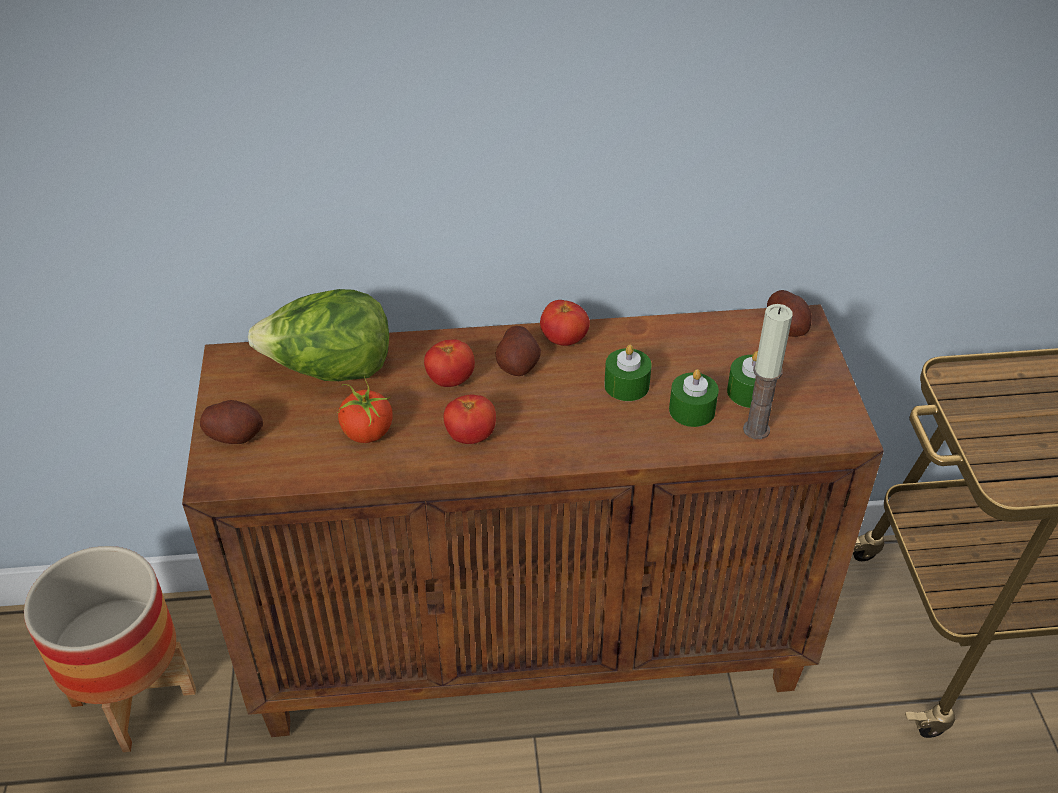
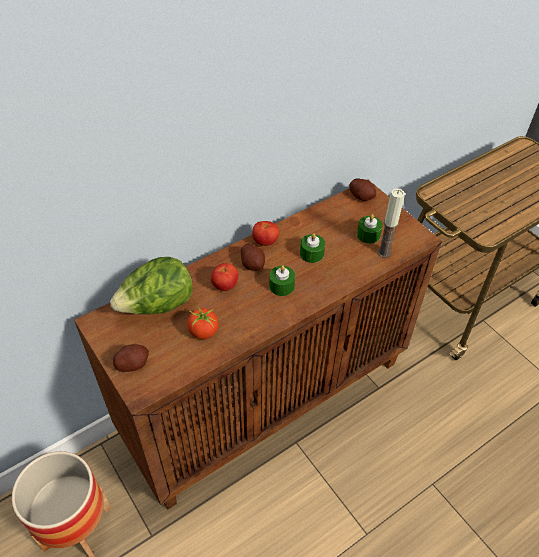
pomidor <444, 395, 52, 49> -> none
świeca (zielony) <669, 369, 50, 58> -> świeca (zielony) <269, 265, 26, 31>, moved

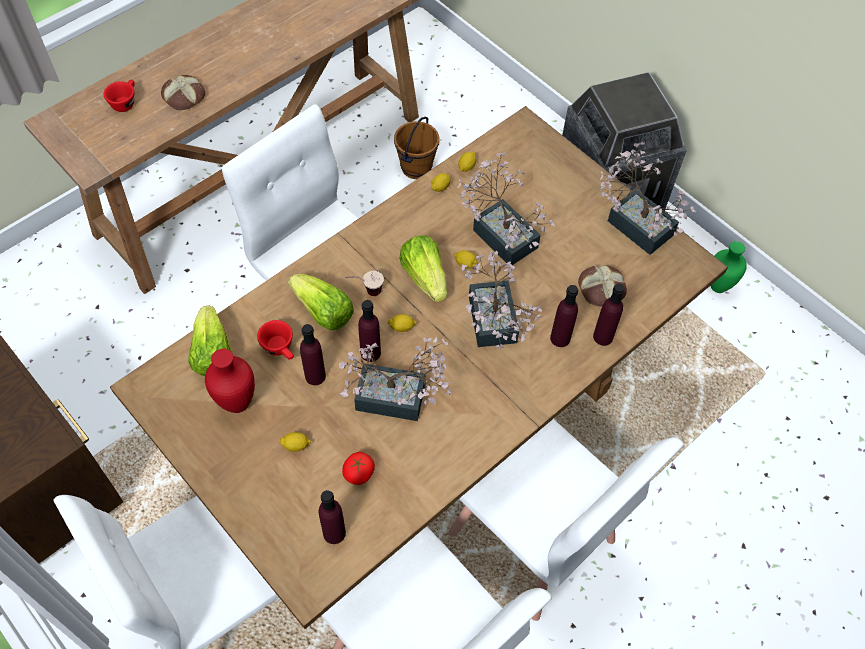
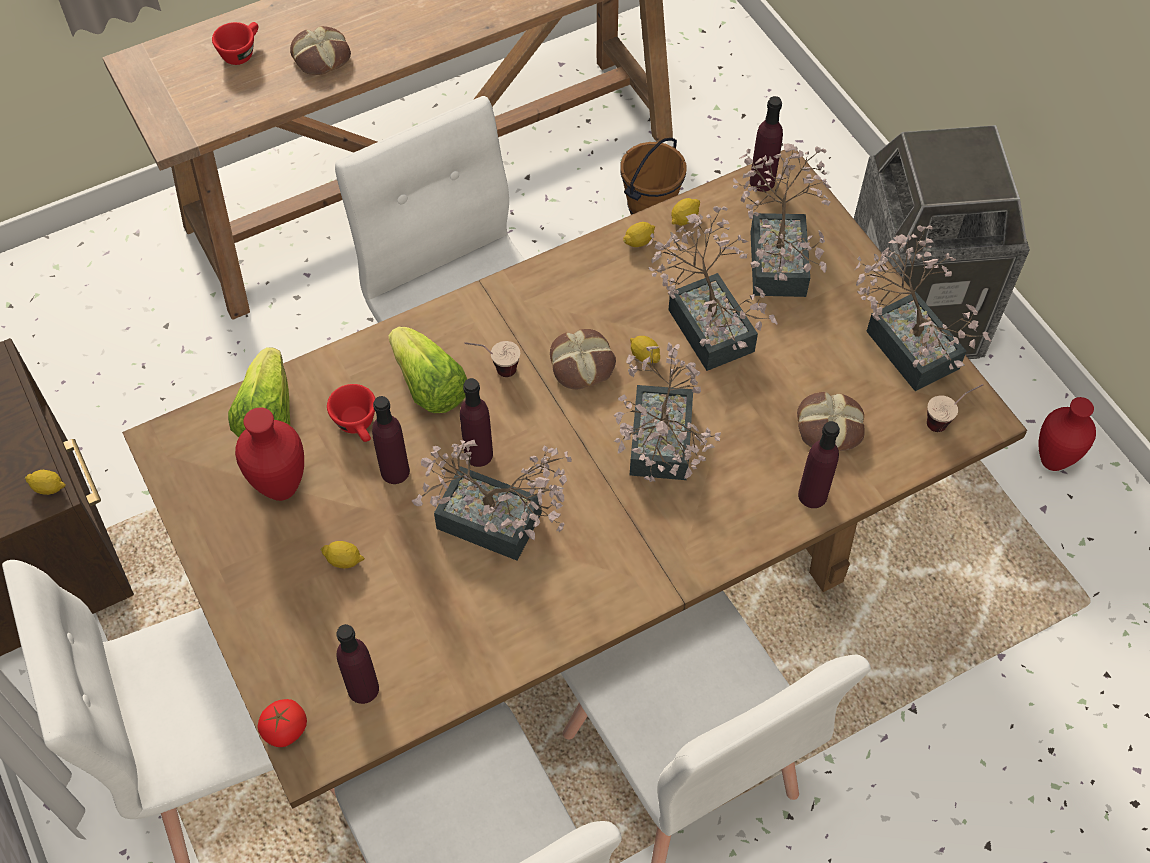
pomidor <342, 452, 33, 33> -> pomidor <257, 699, 50, 48>, moved
cytryna <387, 314, 30, 18> -> cytryna <25, 470, 41, 25>, moved
sałata <400, 235, 47, 67> -> chleb <550, 329, 66, 61>
butelka (fioletowy) <550, 285, 28, 62> -> butelka (fioletowy) <750, 96, 33, 96>, moved
wazon (zielony) <710, 241, 37, 52> -> wazon (czerwony) <1038, 397, 58, 74>
none -> roślina doniczkowa <733, 144, 98, 153>
none -> filiżanka <927, 384, 56, 48>

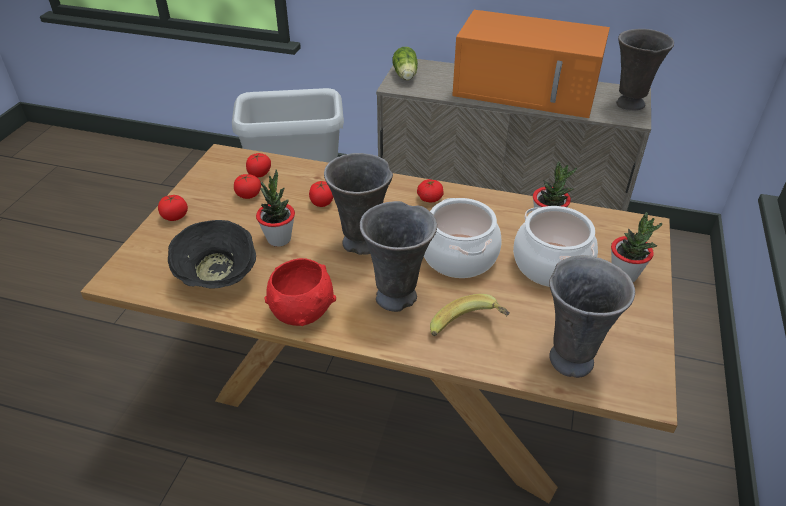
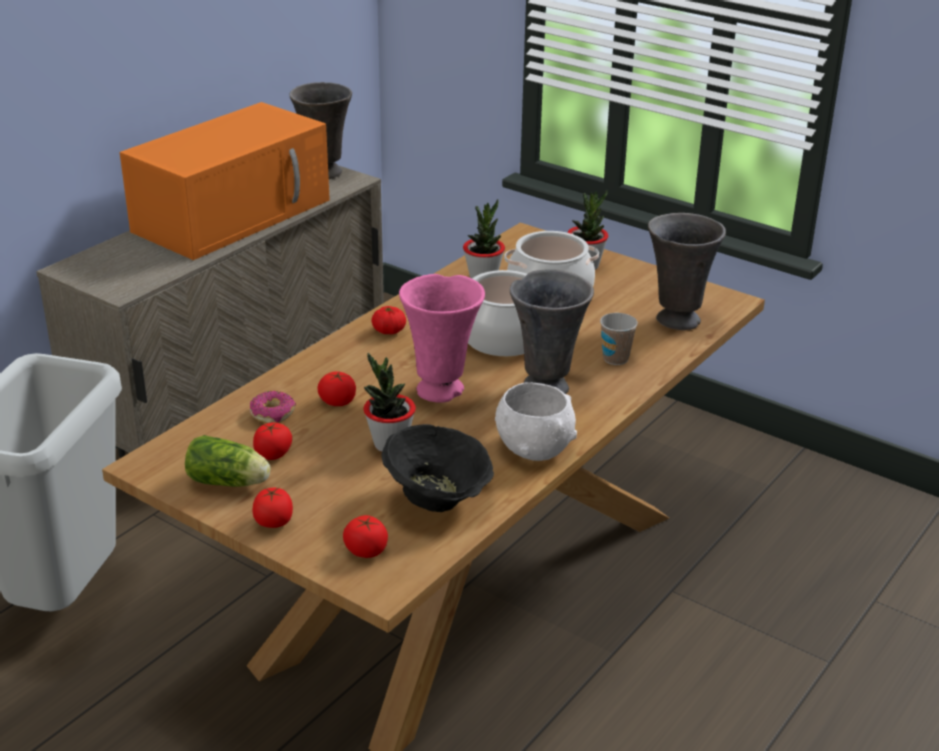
pomidor <246, 153, 25, 24> -> pomidor <343, 515, 45, 43>, moved
miska (czerwony) <265, 258, 71, 68> -> miska (biały) <495, 382, 82, 79>
wazon (szary) <324, 153, 69, 102> -> wazon (różowy) <399, 274, 86, 128>
sałata <392, 47, 26, 33> -> sałata <185, 435, 85, 52>, moved
banan <430, 294, 80, 42> -> filiżanka <600, 313, 38, 52>
none -> donut <250, 391, 46, 32>

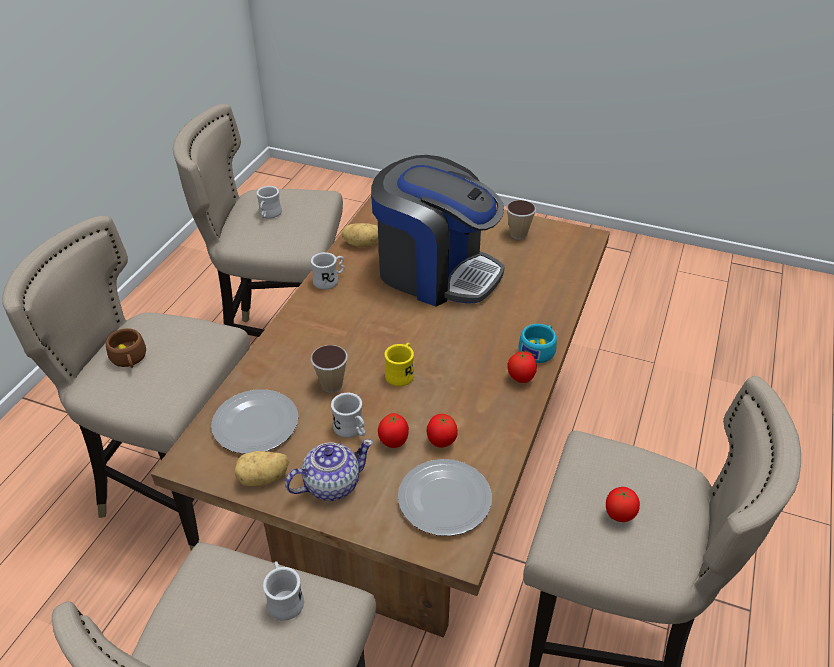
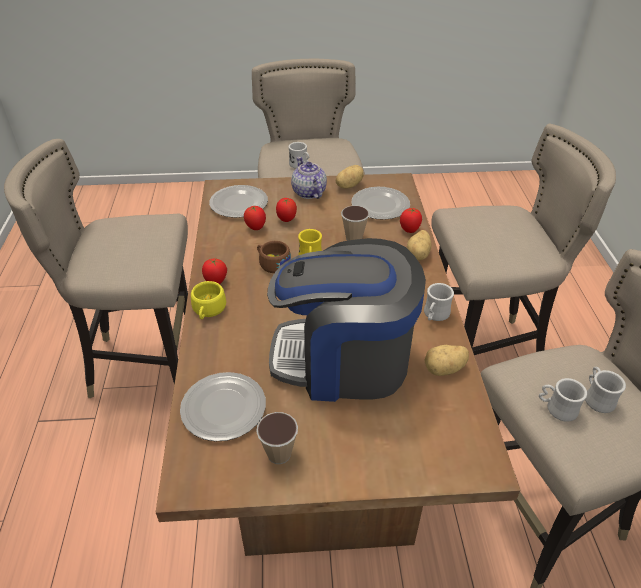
filiżanka (brązowy) <106, 328, 40, 40> -> filiżanka (brązowy) <257, 241, 34, 32>, moved
imbryk <285, 439, 88, 62> -> imbryk <291, 157, 36, 42>, 120 degrees clockwise
kubek (biały) <331, 393, 35, 45> -> kubek (biały) <539, 378, 48, 44>, moved
filiżanka (turkusowy) <518, 324, 39, 39> -> filiżanka (żółty) <191, 281, 35, 38>
pomidor <606, 487, 34, 35> -> pomidor <400, 208, 22, 25>, moved
none -> talerz <180, 372, 86, 70>
none -> ziemniak <407, 230, 24, 31>

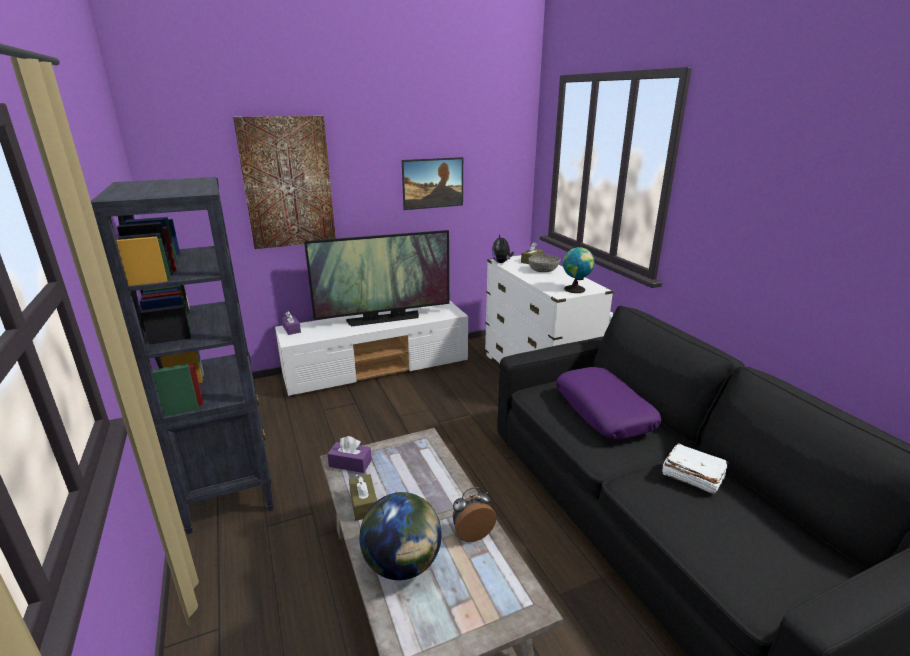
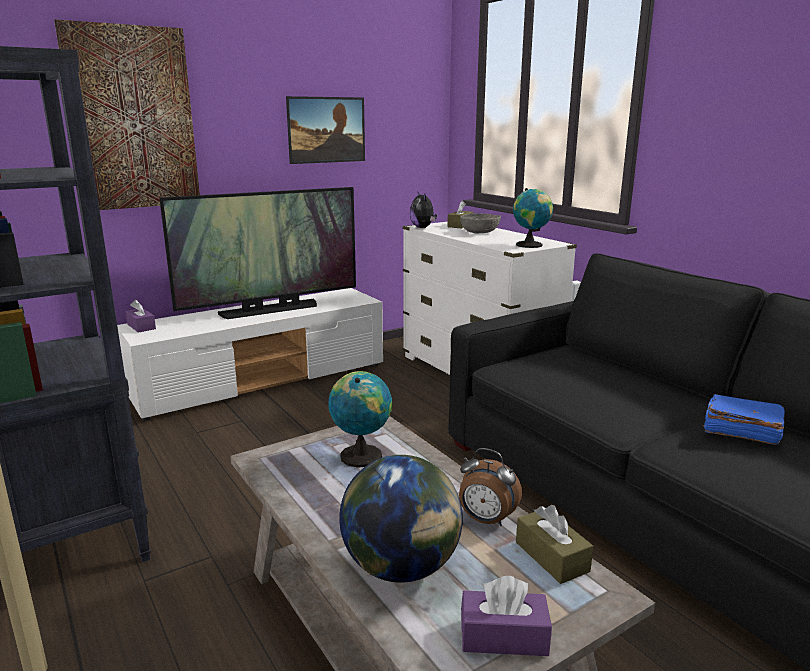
pudełko chusteczek (fioletowy) <327, 436, 45, 37> -> pudełko chusteczek (fioletowy) <461, 576, 91, 80>, moved
pudełko chusteczek (brązowy) <349, 474, 28, 47> -> pudełko chusteczek (brązowy) <516, 505, 77, 79>, moved
budzik <453, 487, 43, 55> -> budzik <459, 448, 63, 78>, 120 degrees counterclockwise
poduszka (fioletowy) <556, 367, 105, 73> -> none
książka (biały) <662, 444, 67, 50> -> książka (niebieski) <703, 394, 82, 51>
none -> globus <329, 371, 63, 97>

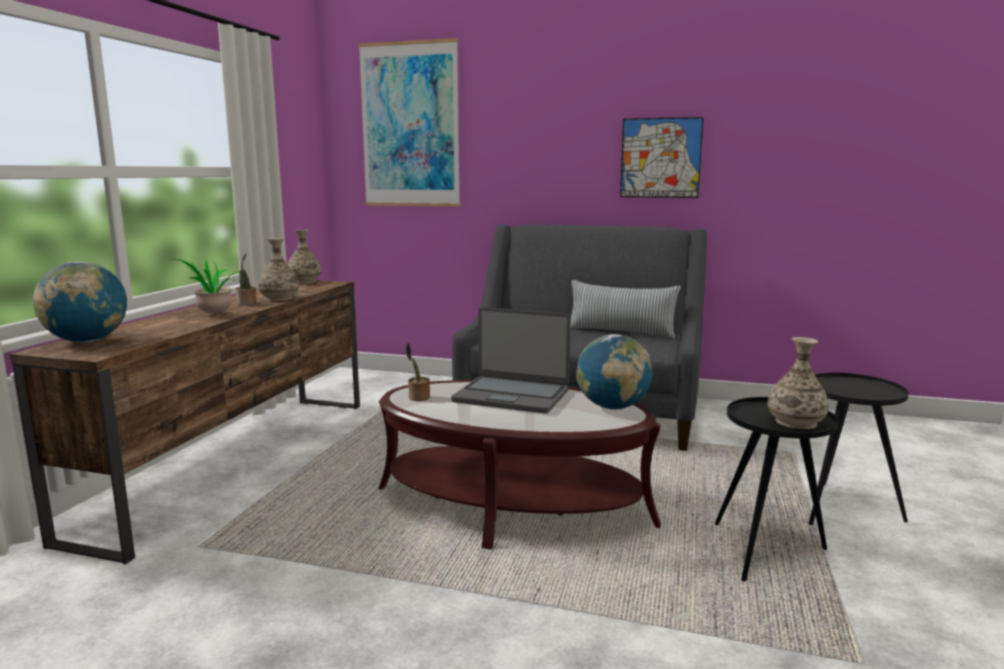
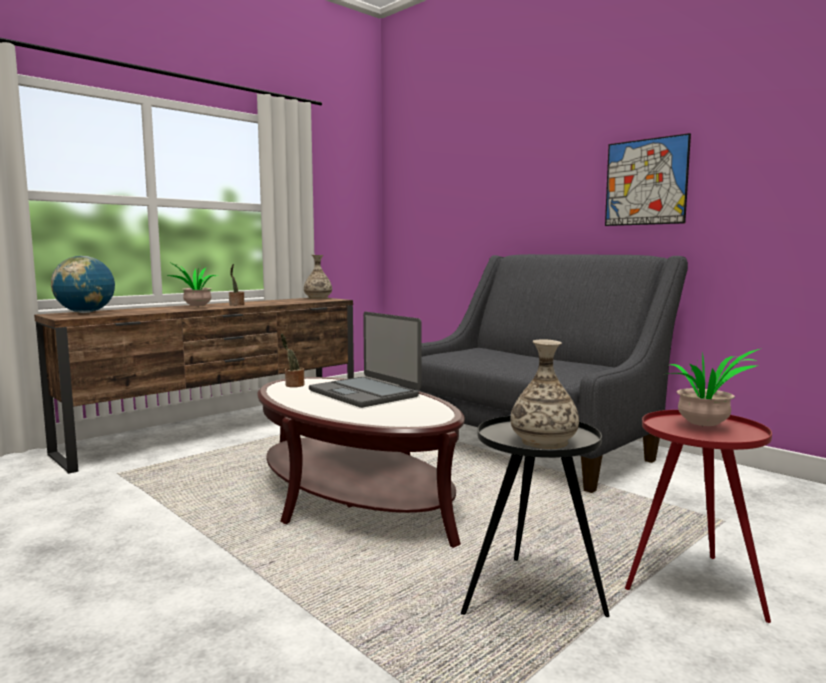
wazon <258, 238, 41, 63> -> none
obraz <358, 38, 102, 169> -> none
poduszka <571, 280, 110, 59> -> none
globus <576, 334, 76, 76> -> none
stolik (czarny) <809, 373, 100, 152> -> stolik (czerwony) <625, 410, 147, 213>
none -> roślina doniczkowa <667, 349, 93, 78>

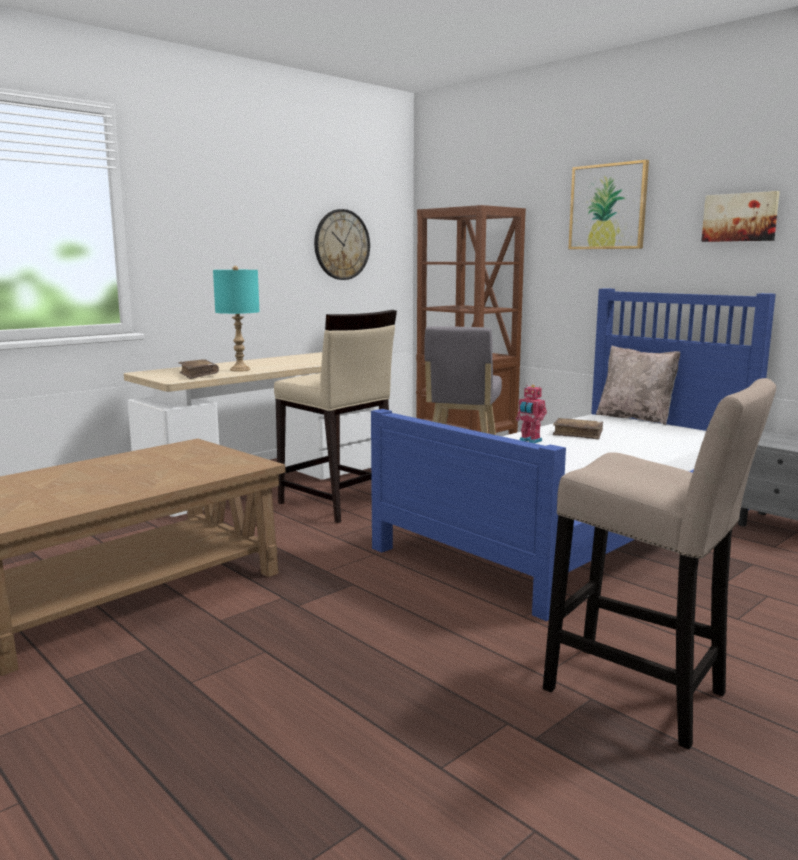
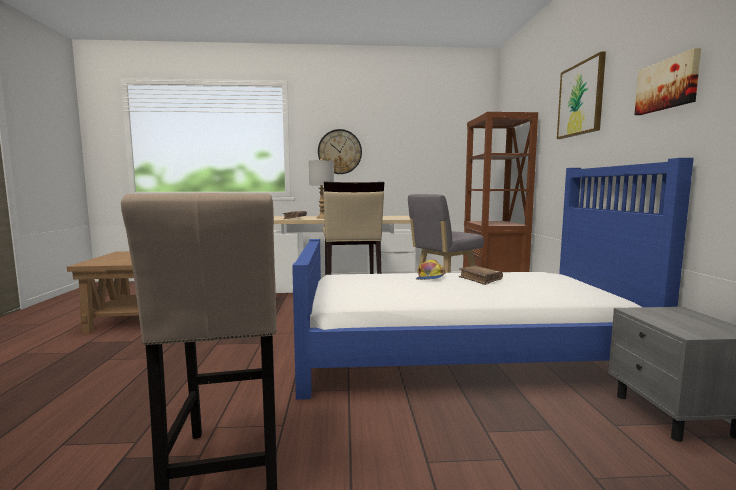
lampa stołowa (turkusowy) <213, 266, 47, 106> -> lampa stołowa (szary) <309, 159, 25, 60>
zegar ścienny <314, 209, 56, 71> -> zegar ścienny <318, 129, 44, 45>, moved
robot zabawkowy <516, 385, 31, 58> -> czapka z daszkiem <416, 260, 29, 20>
poduszka (beżowy) <596, 346, 84, 79> -> none

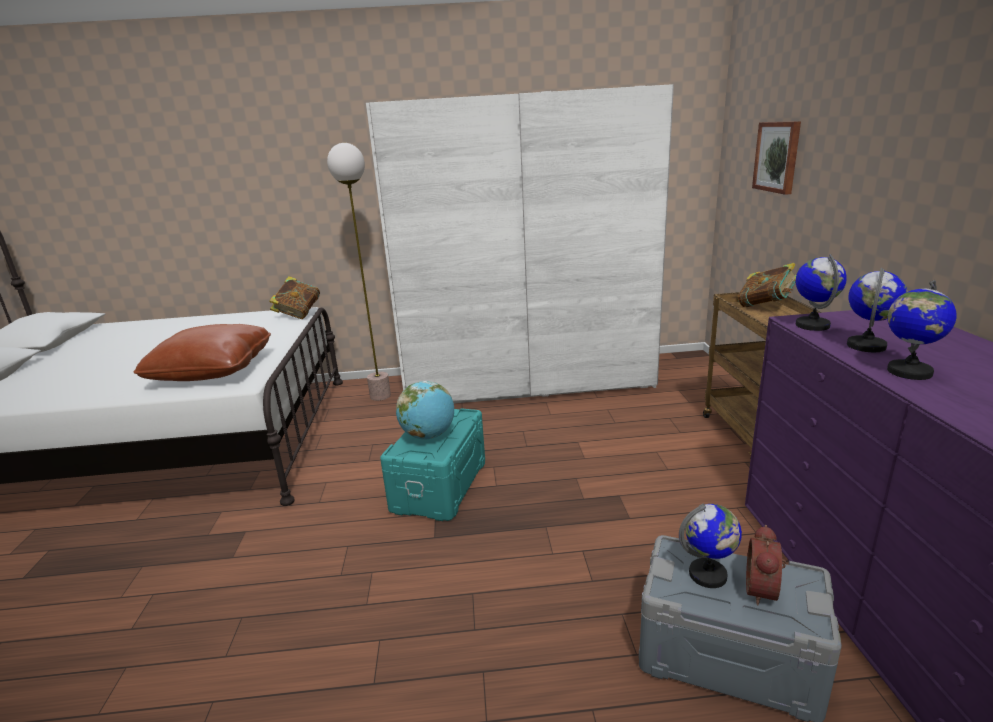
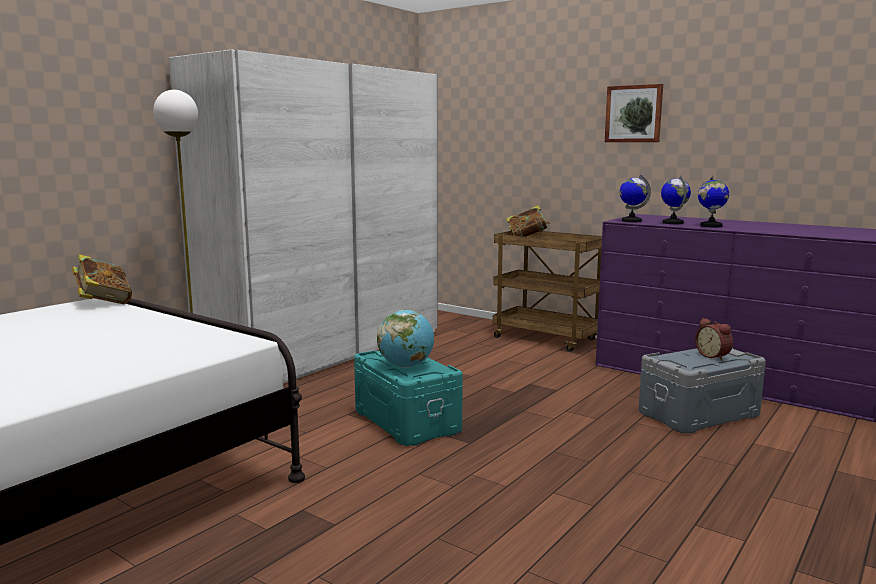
poduszka (brązowy) <133, 324, 138, 57> -> none
globus <679, 504, 63, 84> -> none
obraz <752, 121, 49, 74> -> obraz <605, 84, 58, 58>, moved

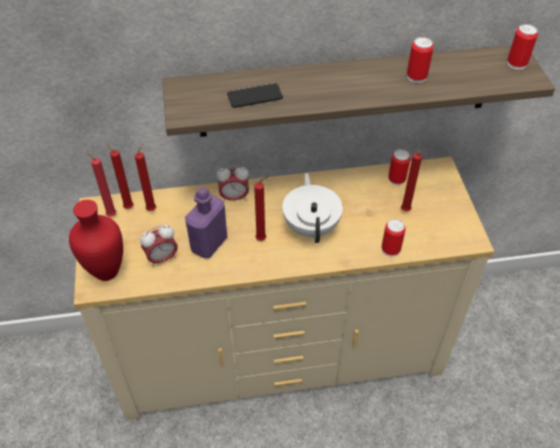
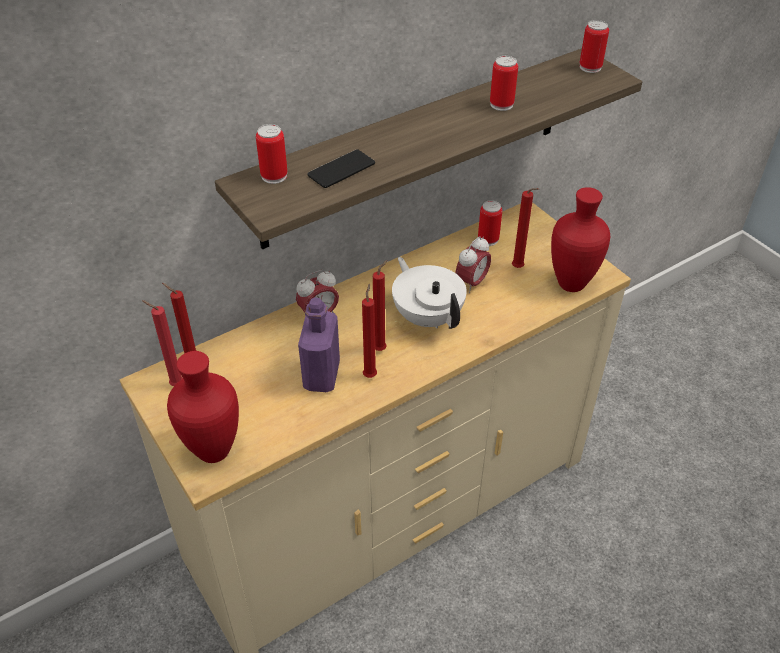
świeca (czerwony) <135, 143, 21, 68> -> świeca (czerwony) <362, 284, 15, 94>, moved
budzik <140, 225, 38, 42> -> budzik <456, 236, 35, 57>, moved
puszka <382, 219, 24, 38> -> puszka <256, 124, 32, 60>, moved
none -> wazon (czerwony) <551, 187, 60, 105>

